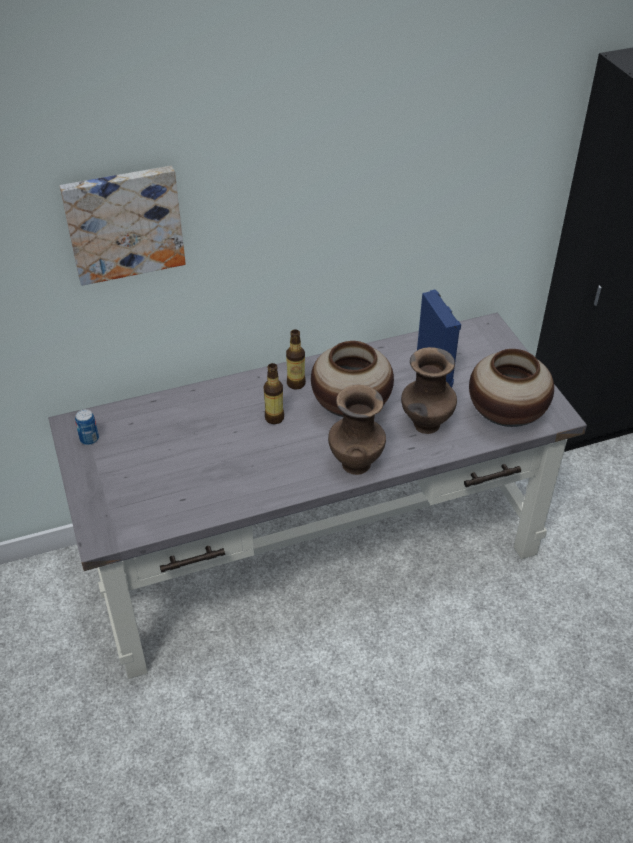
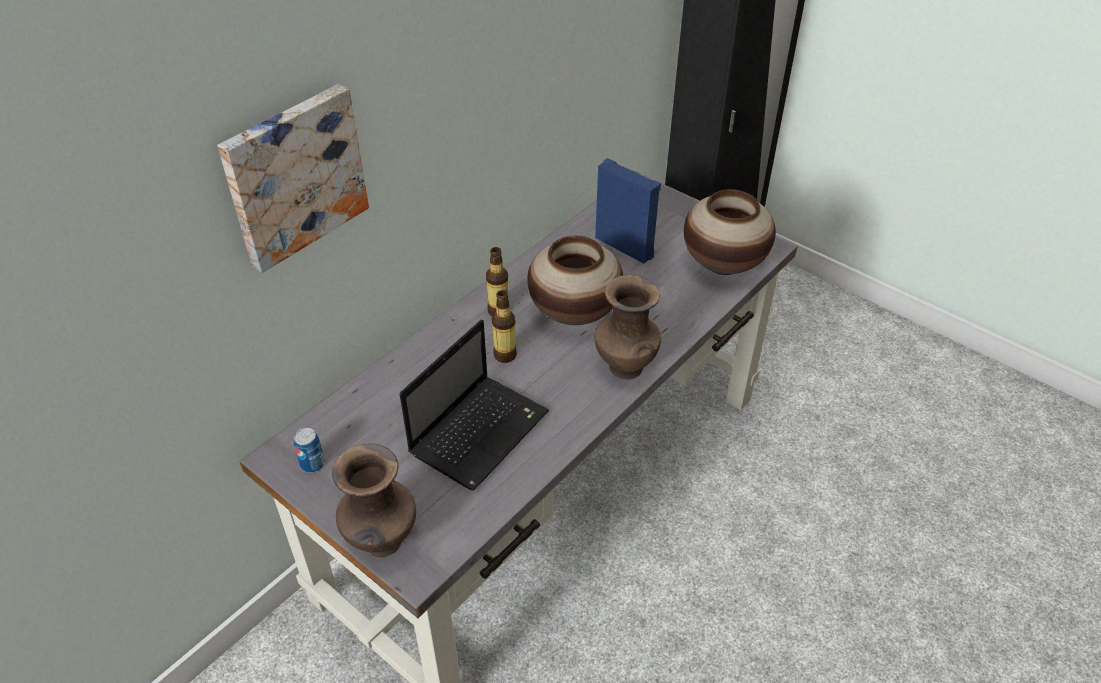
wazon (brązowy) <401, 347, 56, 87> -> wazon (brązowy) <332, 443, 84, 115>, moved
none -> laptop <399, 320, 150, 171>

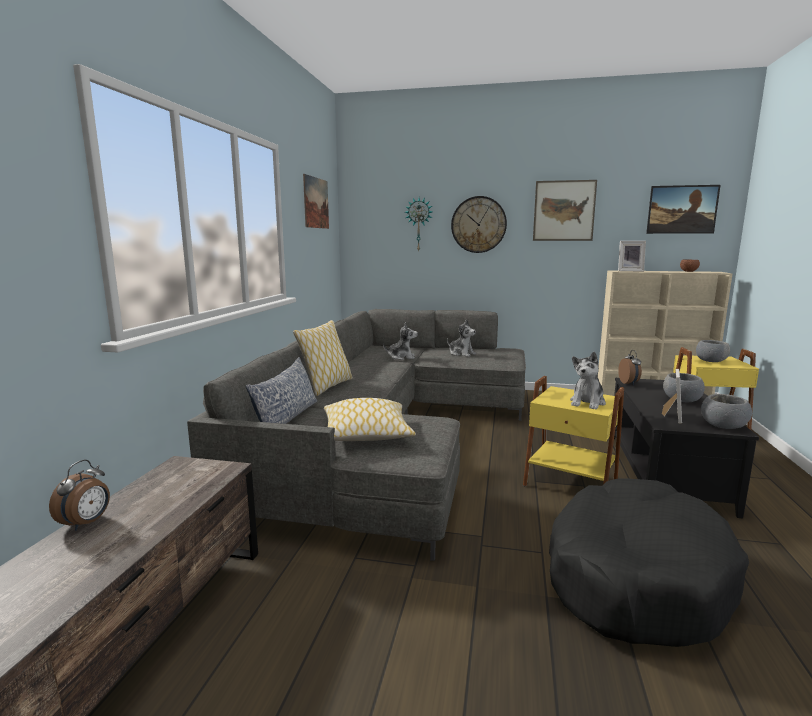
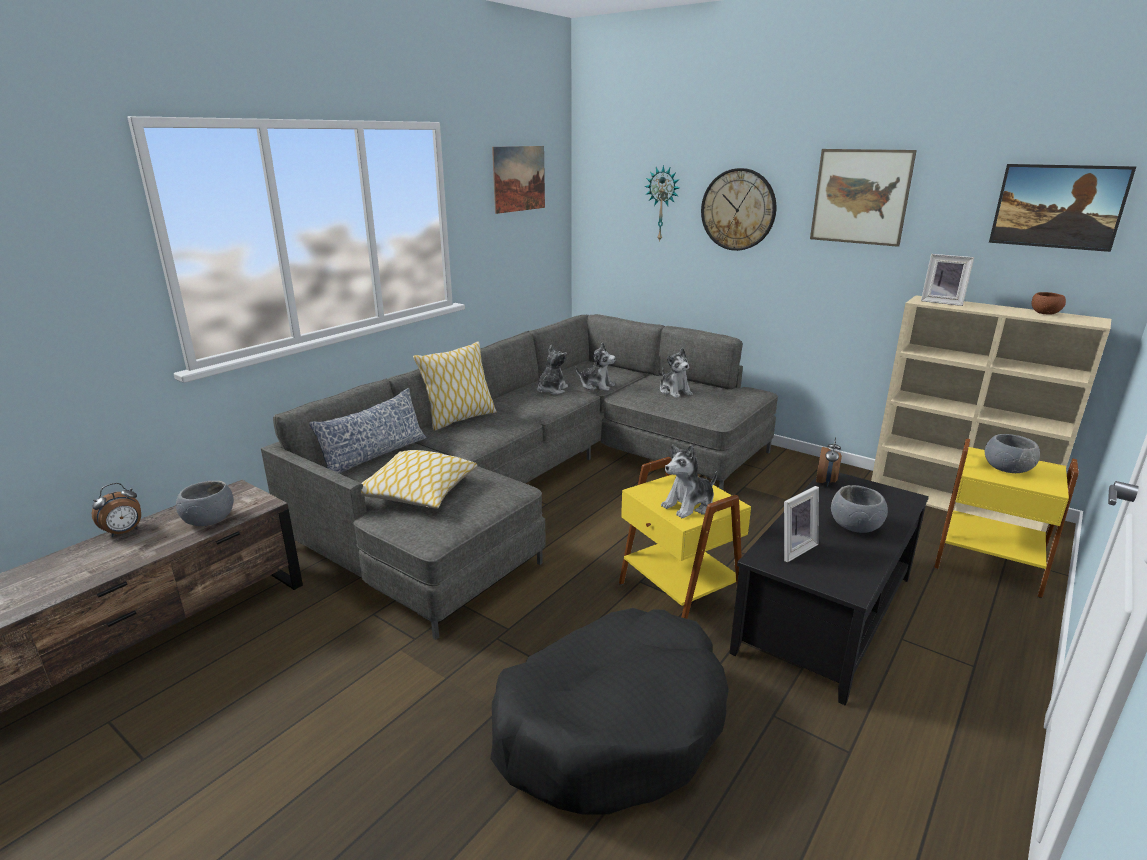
miska (szary) <701, 394, 51, 35> -> miska (szary) <176, 481, 58, 45>, moved
none -> pluszak <537, 345, 31, 50>

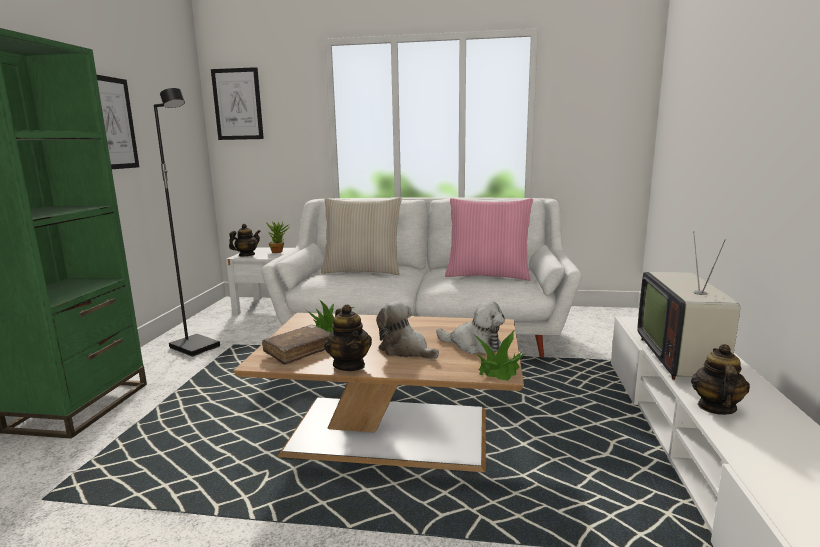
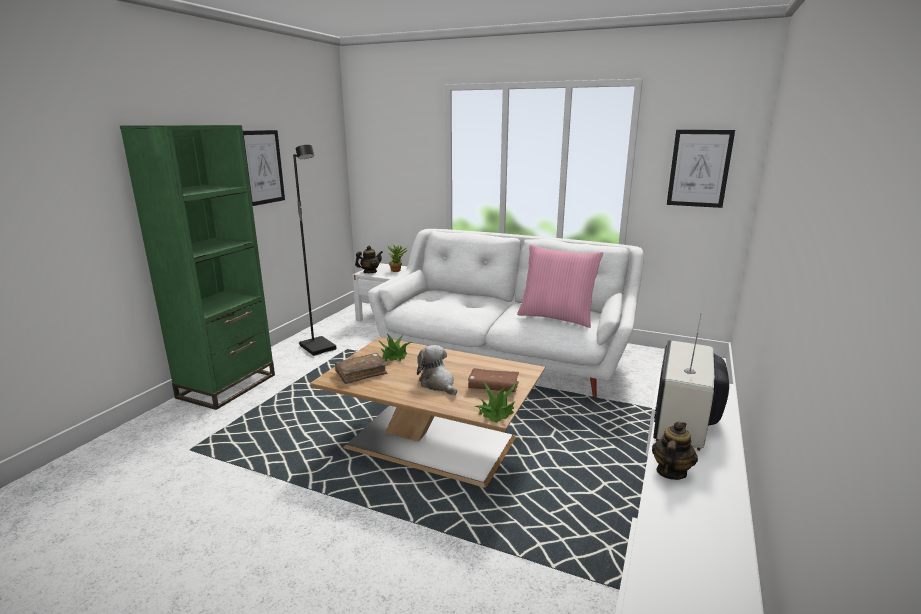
obraz <211, 67, 53, 73> -> obraz <667, 130, 68, 78>, moved
poduszka (beżowy) <321, 198, 81, 77> -> none
imbryk <324, 304, 48, 67> -> none
pluszak <436, 301, 69, 53> -> książka (brązowy) <468, 368, 51, 24>

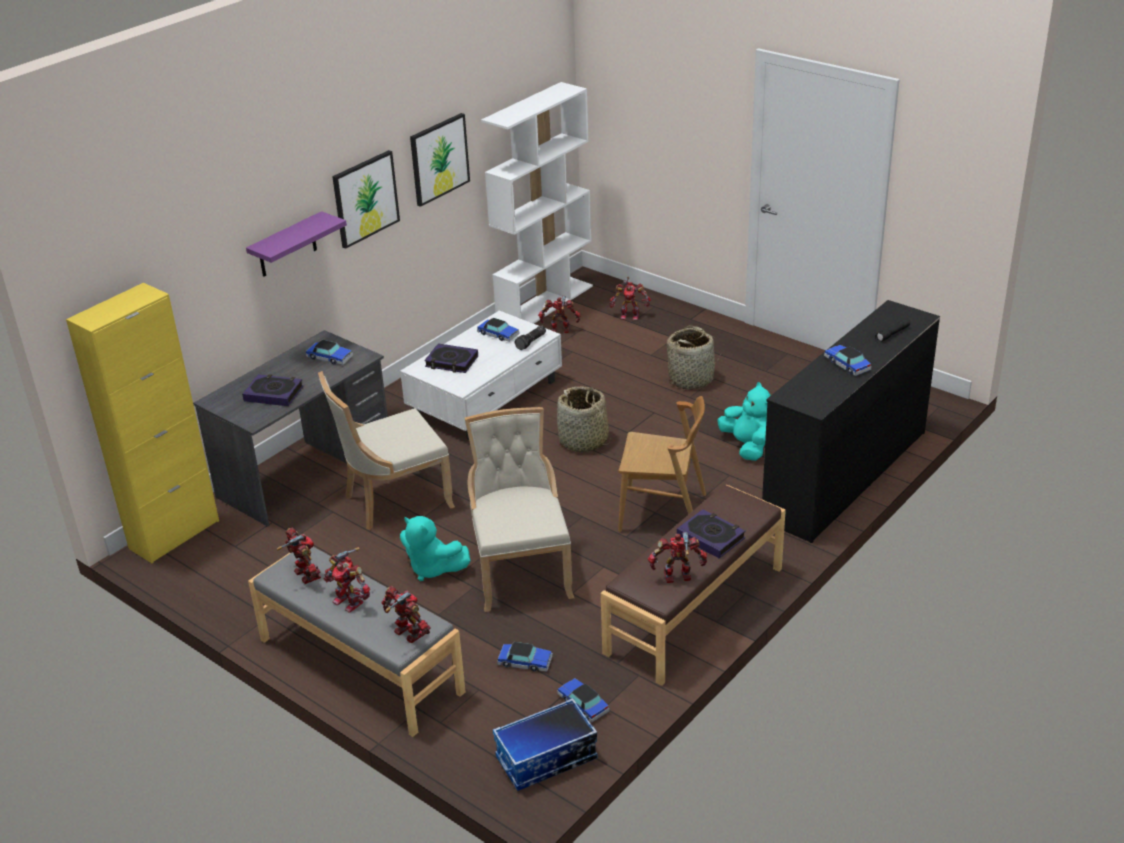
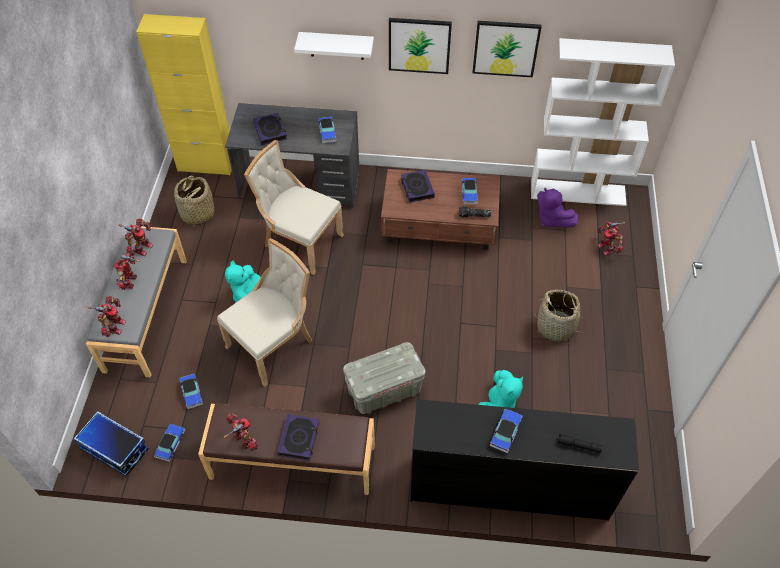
półka (fioletowy) <246, 211, 101, 66> -> półka (biały) <294, 32, 80, 28>
ława (biały) <400, 311, 162, 129> -> ława (brązowy) <381, 169, 119, 81>
robot zabawkowy <538, 296, 42, 37> -> pluszak (fioletowy) <537, 188, 41, 40>
koszyk <557, 386, 53, 66> -> koszyk <174, 176, 41, 51>, moved
krzesło (brązowy) <618, 396, 88, 136> -> pojemnik do przechowywania (szary) <343, 342, 82, 72>

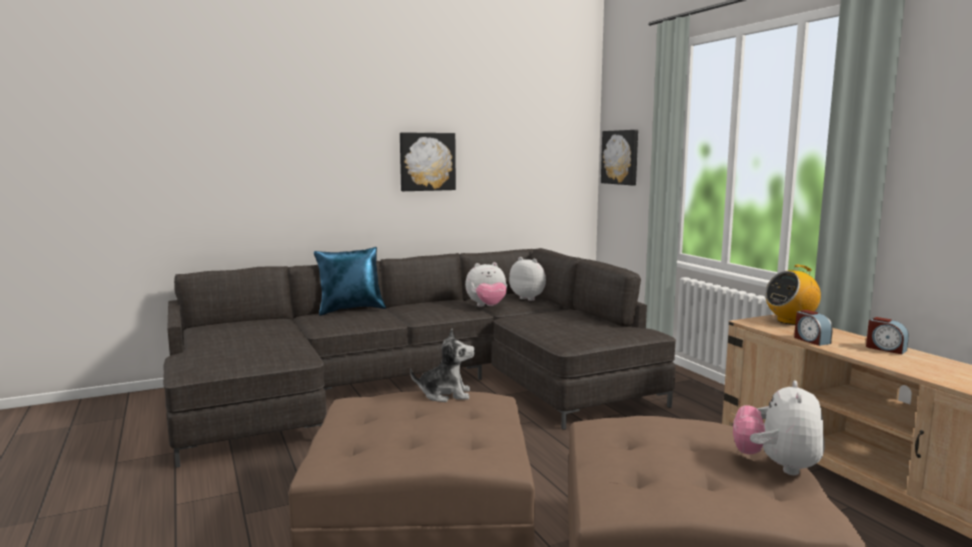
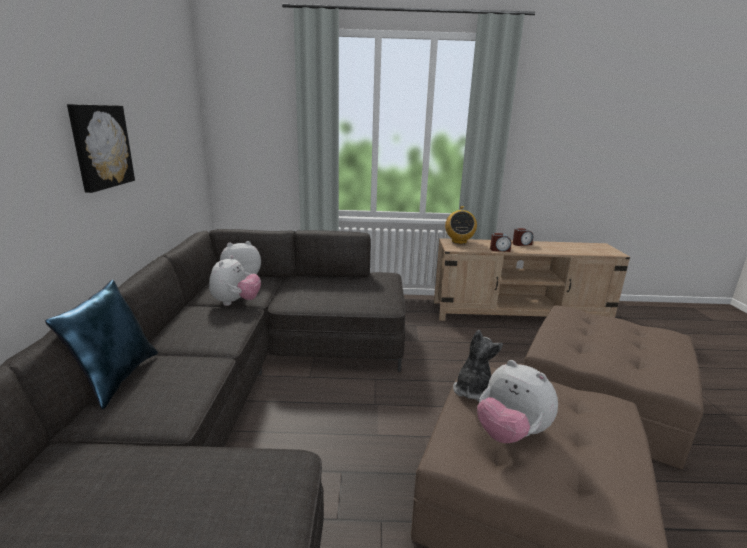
obraz <601, 130, 37, 55> -> none
pluszak <733, 380, 92, 95> -> pluszak <477, 360, 81, 83>, moved

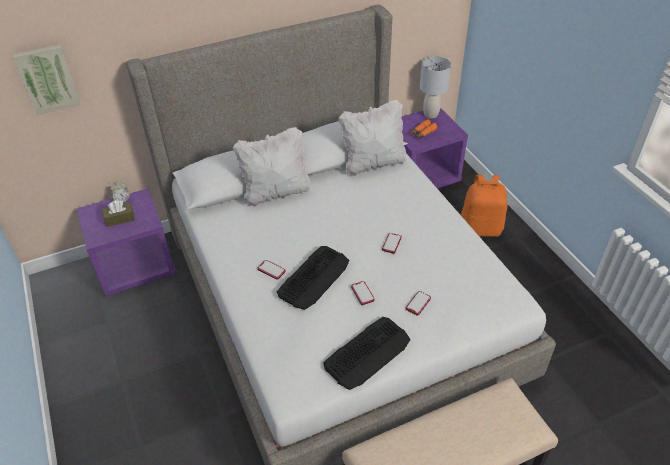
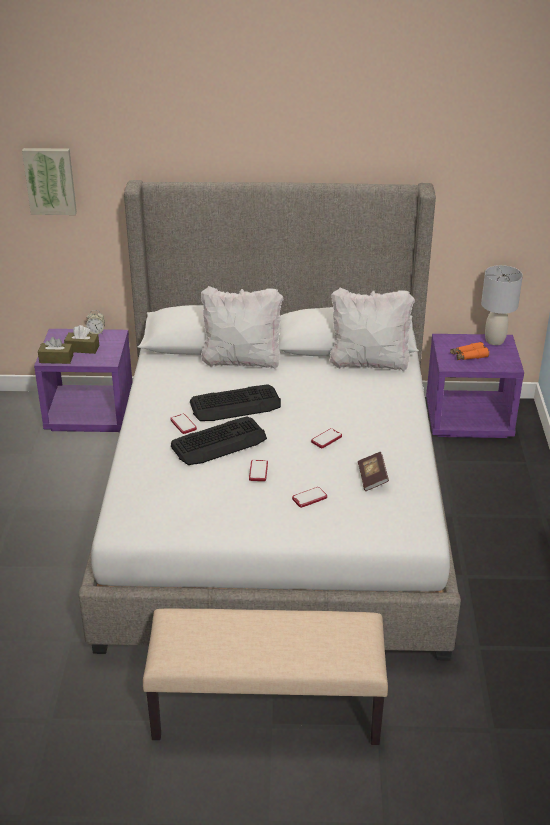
klawiatura <323, 317, 88, 73> -> klawiatura <190, 384, 91, 37>, moved
plecak (pomarańczowy) <461, 175, 47, 62> -> none
none -> pudełko chusteczek (brązowy) <38, 337, 35, 27>
none -> książka <358, 452, 31, 39>

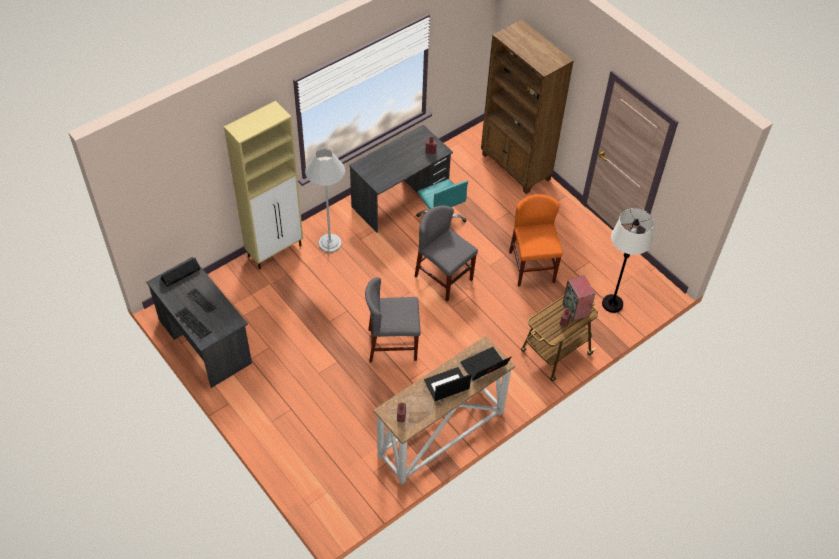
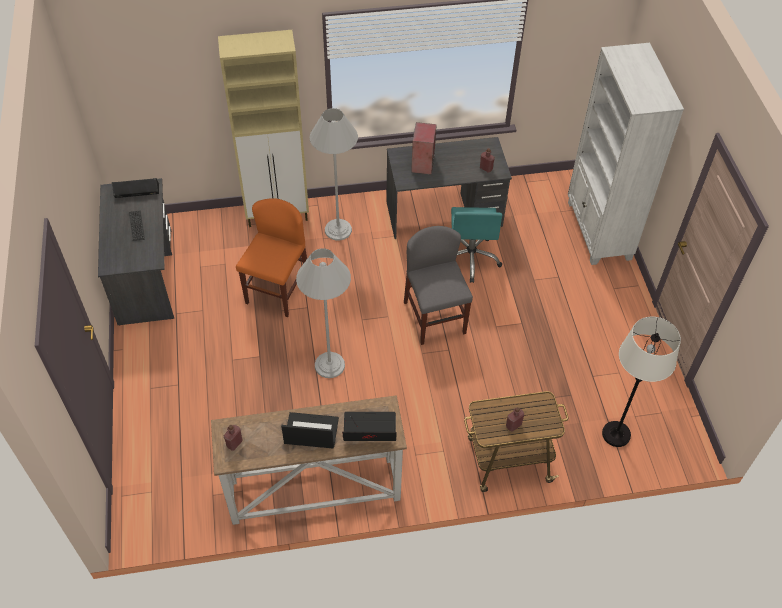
klawiatura <175, 307, 36, 33> -> none
krzesło (szary) <365, 277, 56, 86> -> lampa stojąca (biały) <296, 248, 55, 130>
regał (brązowy) <481, 19, 93, 175> -> regał (biały) <568, 43, 116, 222>
krzesło (pomarańczowy) <509, 194, 54, 93> -> krzesło (pomarańczowy) <236, 198, 71, 119>, moved
głośnik <563, 275, 32, 46> -> głośnik <411, 122, 26, 53>, moved

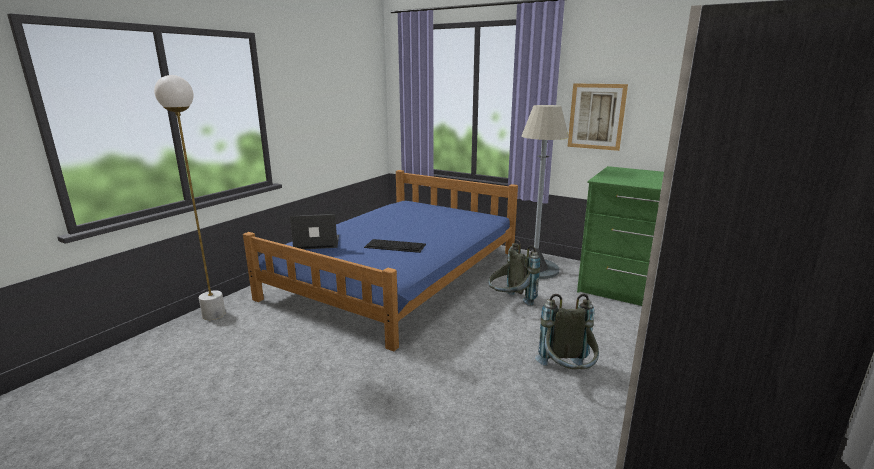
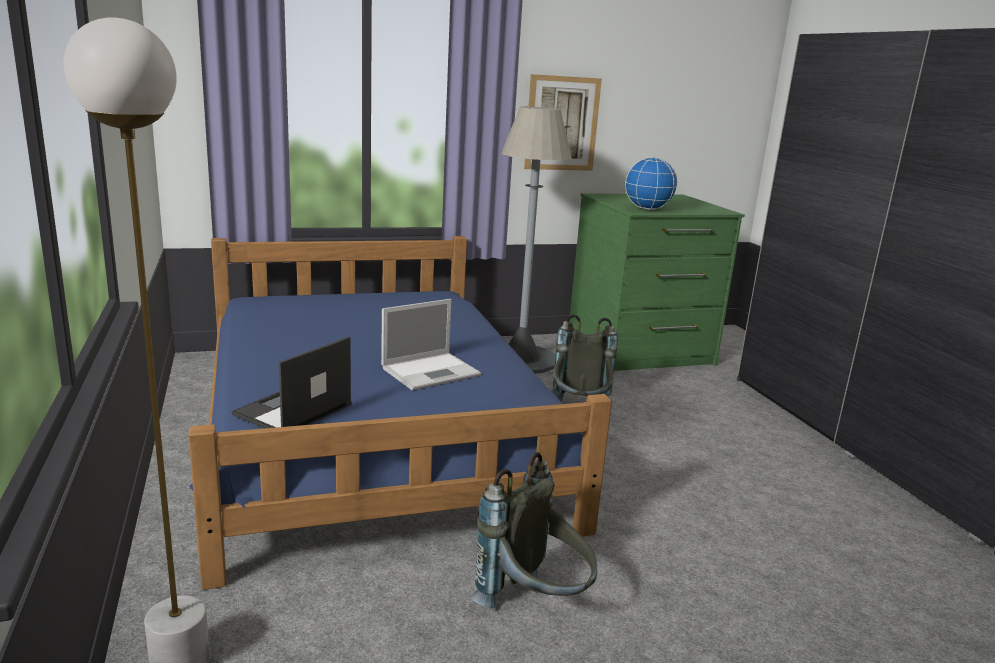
klawiatura <364, 239, 62, 14> -> laptop <381, 299, 100, 92>
plecak (szary) <535, 294, 64, 75> -> plecak (szary) <470, 452, 127, 156>, moved
none -> globus <625, 157, 53, 53>

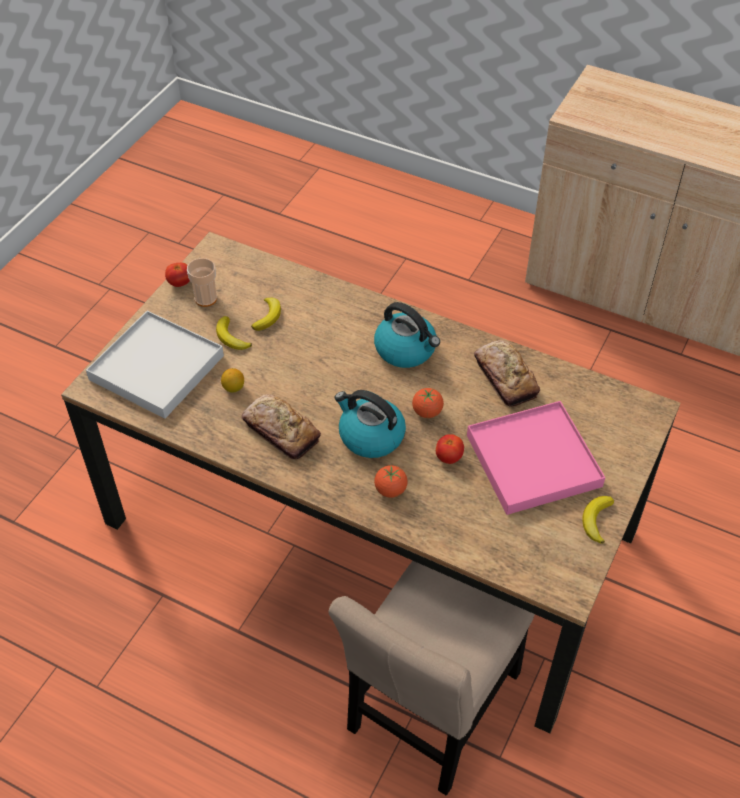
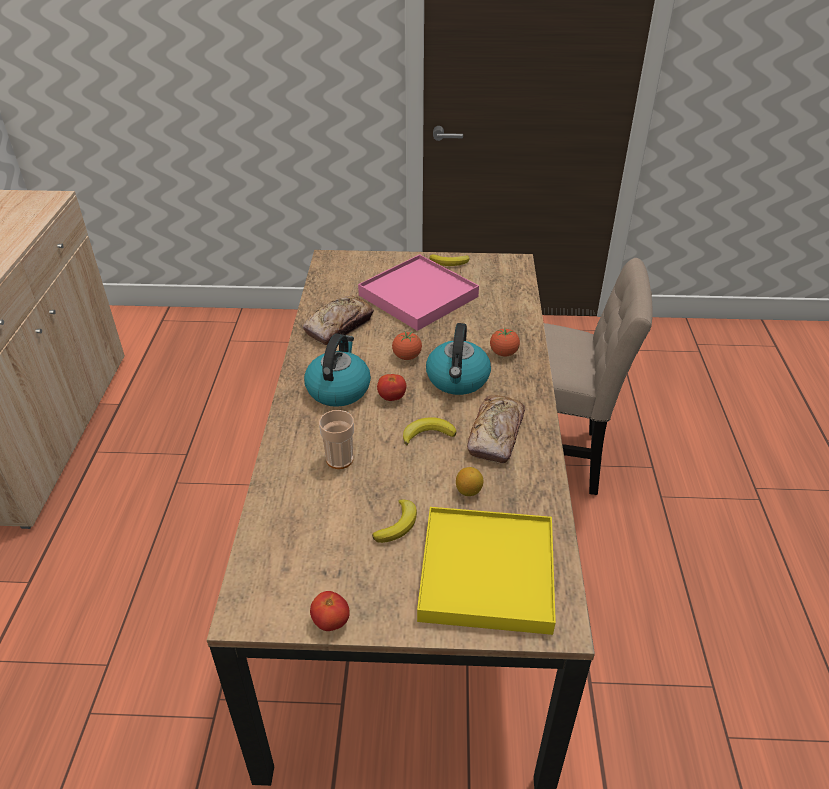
taca (biały) <86, 311, 138, 108> -> taca (żółty) <417, 507, 139, 128>
filiżanka <187, 258, 30, 49> -> filiżanka <319, 410, 35, 59>, moved
banan <251, 298, 30, 33> -> banan <403, 417, 53, 28>, moved
pomidor <436, 434, 28, 30> -> pomidor <377, 374, 29, 27>, moved

